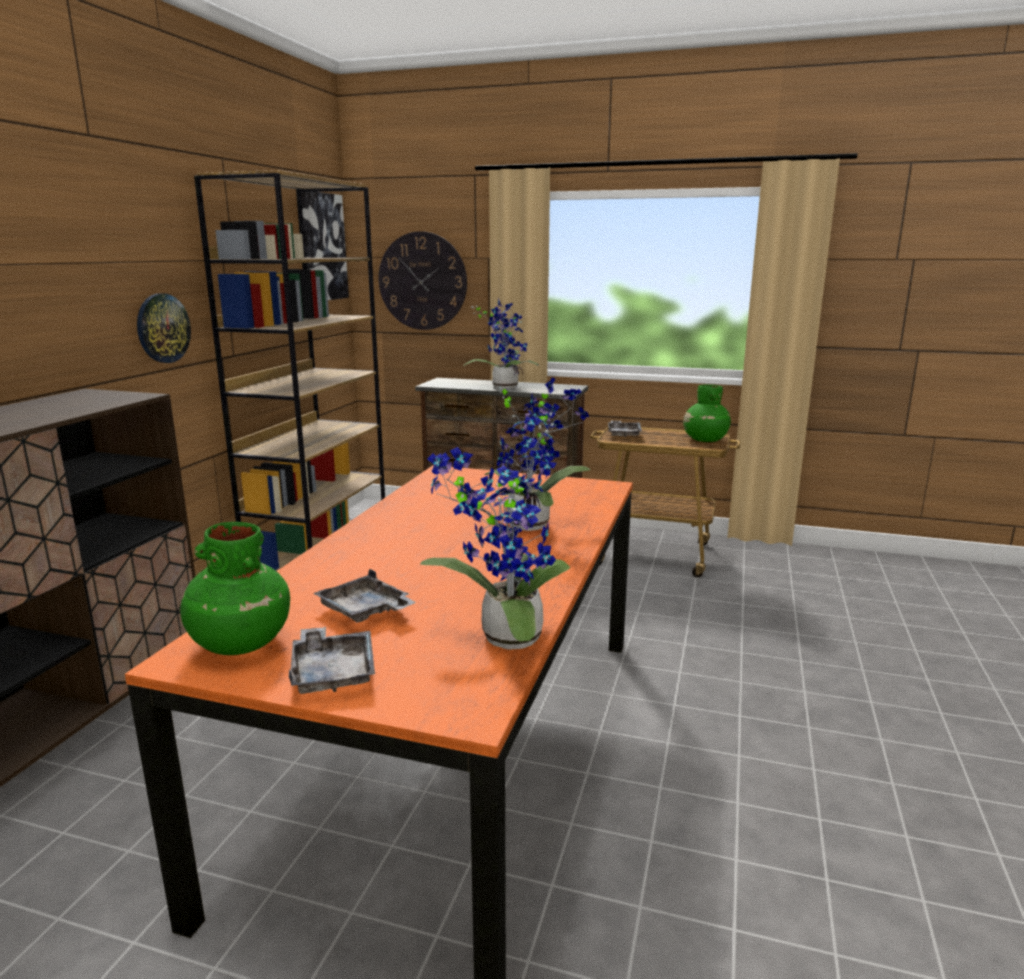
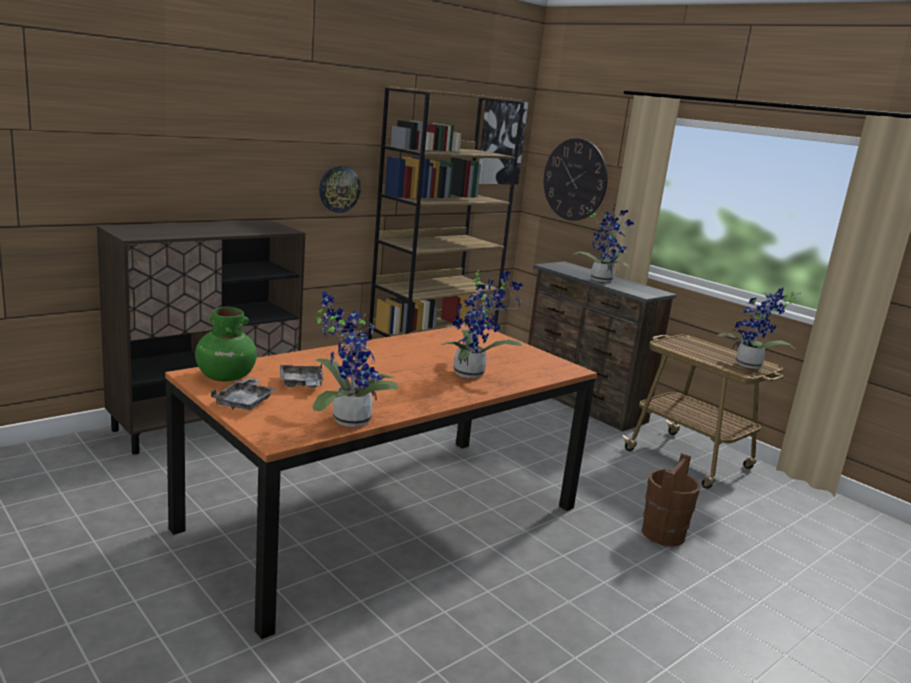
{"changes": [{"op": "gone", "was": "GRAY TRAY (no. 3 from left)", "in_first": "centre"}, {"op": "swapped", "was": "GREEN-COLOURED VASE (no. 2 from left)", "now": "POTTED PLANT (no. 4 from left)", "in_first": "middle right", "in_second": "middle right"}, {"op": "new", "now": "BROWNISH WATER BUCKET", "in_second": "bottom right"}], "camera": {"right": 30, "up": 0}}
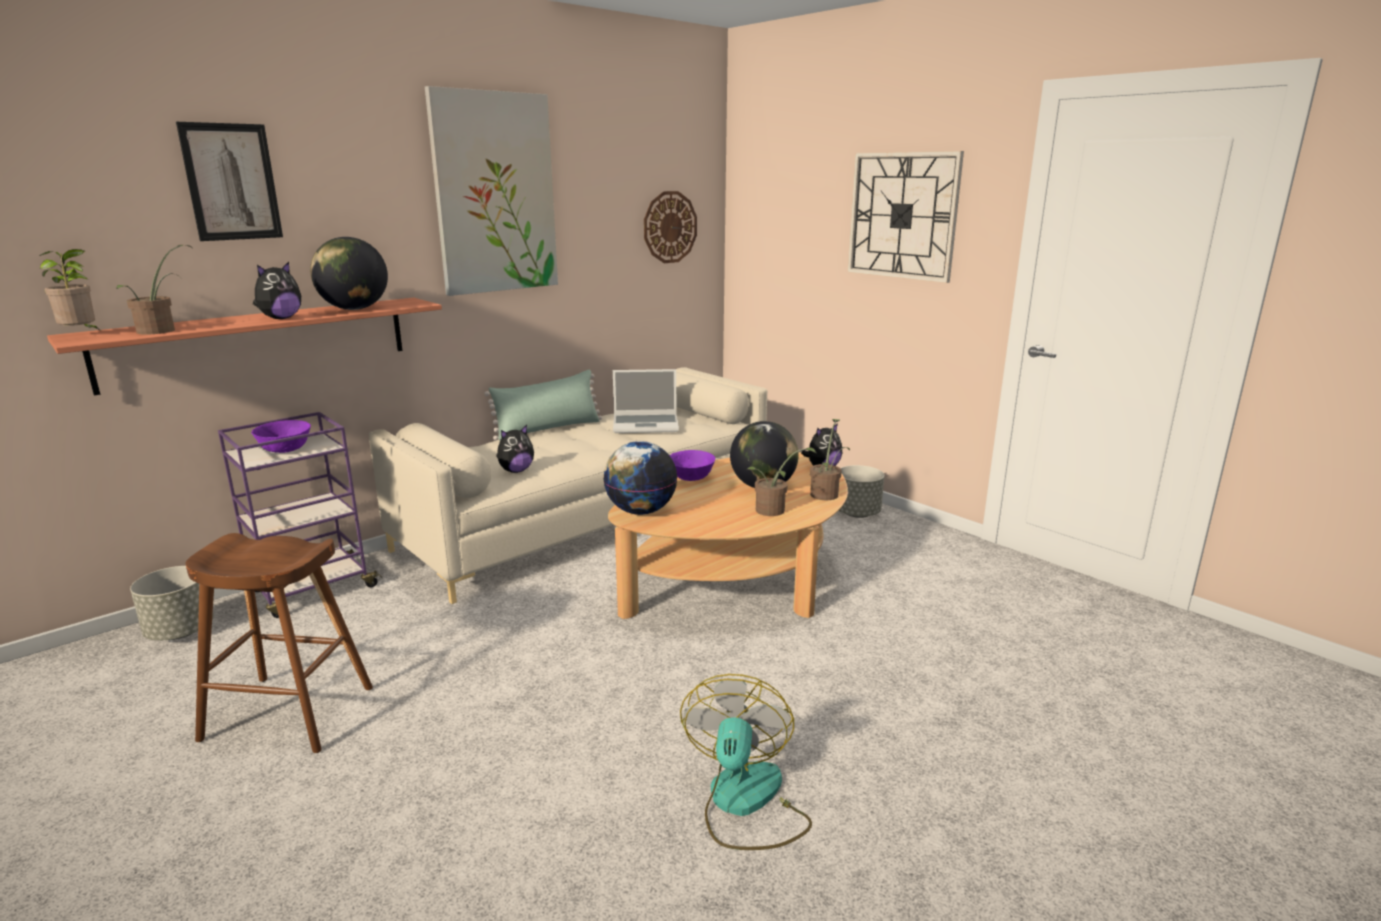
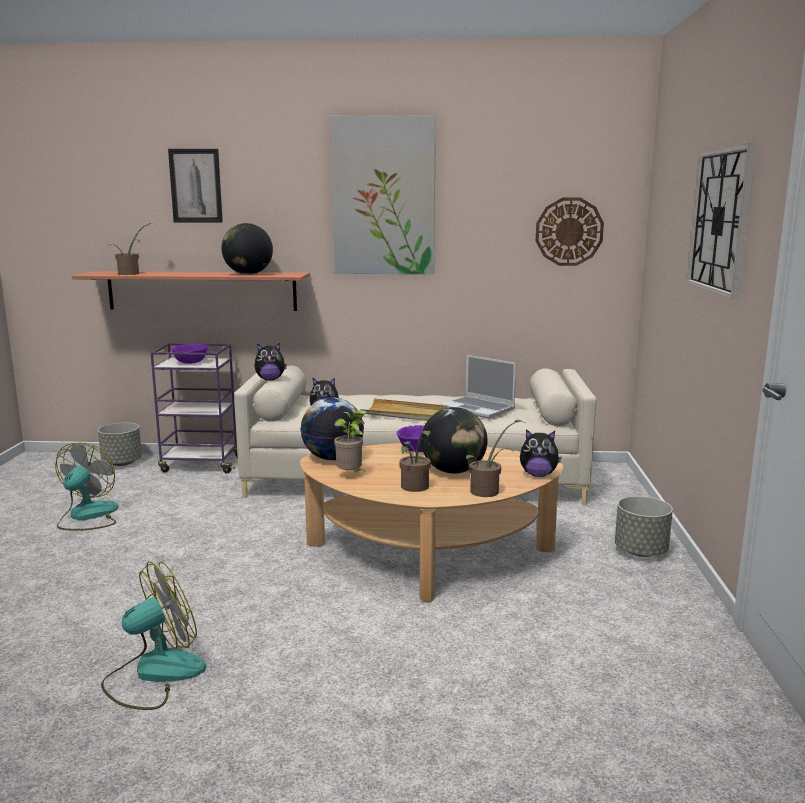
{"changes": [{"op": "shifted", "was": "POTTED PLANT (no. 1 from left in the first image)", "now": "POTTED PLANT (no. 2 from left)", "in_first": "top left", "in_second": "centre"}, {"op": "swapped", "was": "BROWNISH STOOL", "now": "FAN (no. 1 from left)", "in_first": "bottom left", "in_second": "middle left"}, {"op": "shifted", "was": "PLUSH TOY (no. 1 from left)", "in_first": "top left", "in_second": "centre"}, {"op": "gone", "was": "GREEN-COLOURED CUSHION", "in_first": "centre"}, {"op": "new", "now": "SAND-COLOURED TRAY", "in_second": "centre"}], "camera": {"right": 45, "up": -5}}
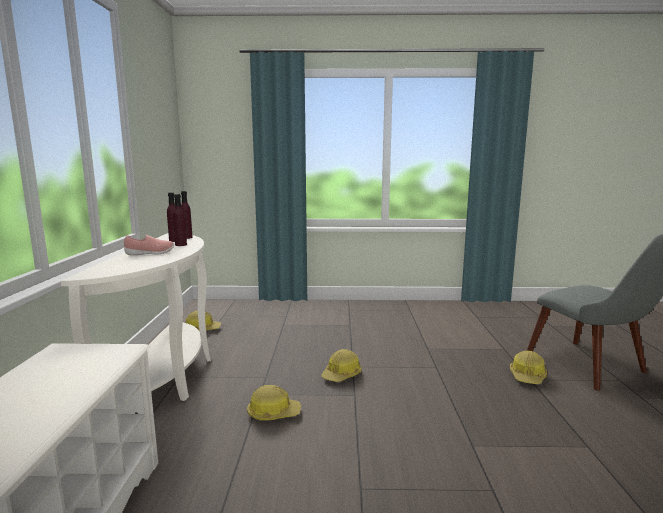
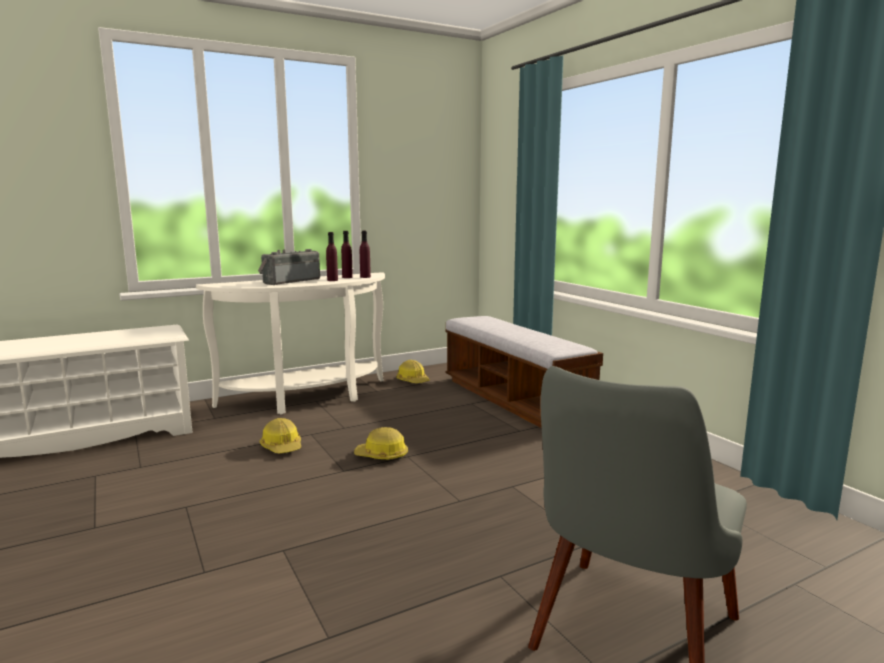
{"changes": [{"op": "swapped", "was": "PINKISH LOW SHOE", "now": "RADIO SET", "in_first": "middle left", "in_second": "middle left"}, {"op": "gone", "was": "WORK HELMET (no. 4 from left)", "in_first": "bottom right"}, {"op": "new", "now": "INDOOR BENCH", "in_second": "centre"}], "camera": {"right": 60, "up": 0}}
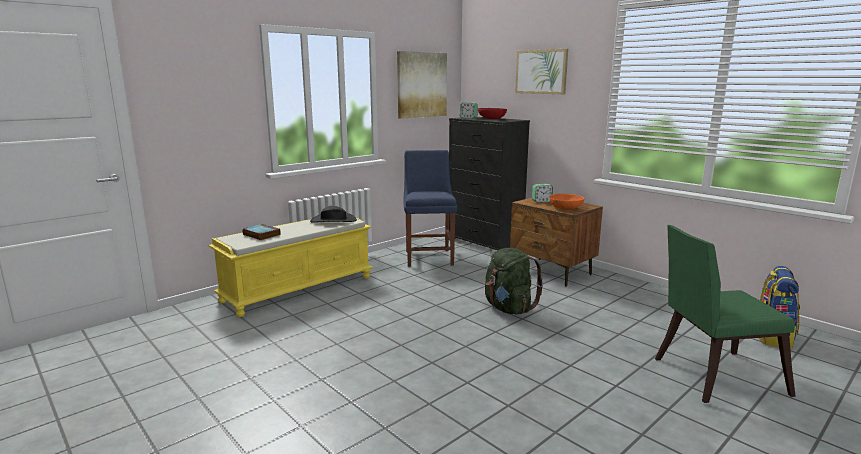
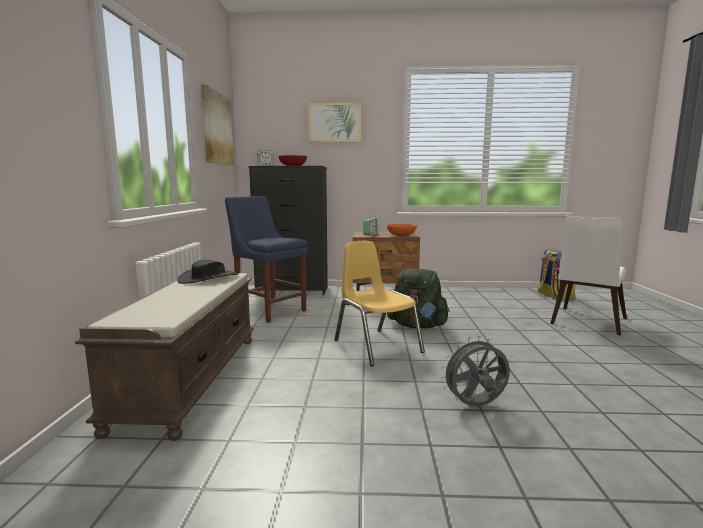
{"changes": [{"op": "repainted", "was": "YELLOW-COLOURED INDOOR BENCH", "now": "BROWNISH INDOOR BENCH", "in_first": "centre", "in_second": "bottom left"}, {"op": "gone", "was": "BOOK", "in_first": "middle left"}, {"op": "repainted", "was": "GREEN-COLOURED CHAIR", "now": "WHITE-COLOURED CHAIR", "in_first": "bottom right", "in_second": "middle right"}, {"op": "new", "now": "YELLOW-COLOURED CHAIR", "in_second": "centre"}, {"op": "new", "now": "GRAY FAN", "in_second": "bottom right"}], "camera": {"right": -45, "up": -5}}
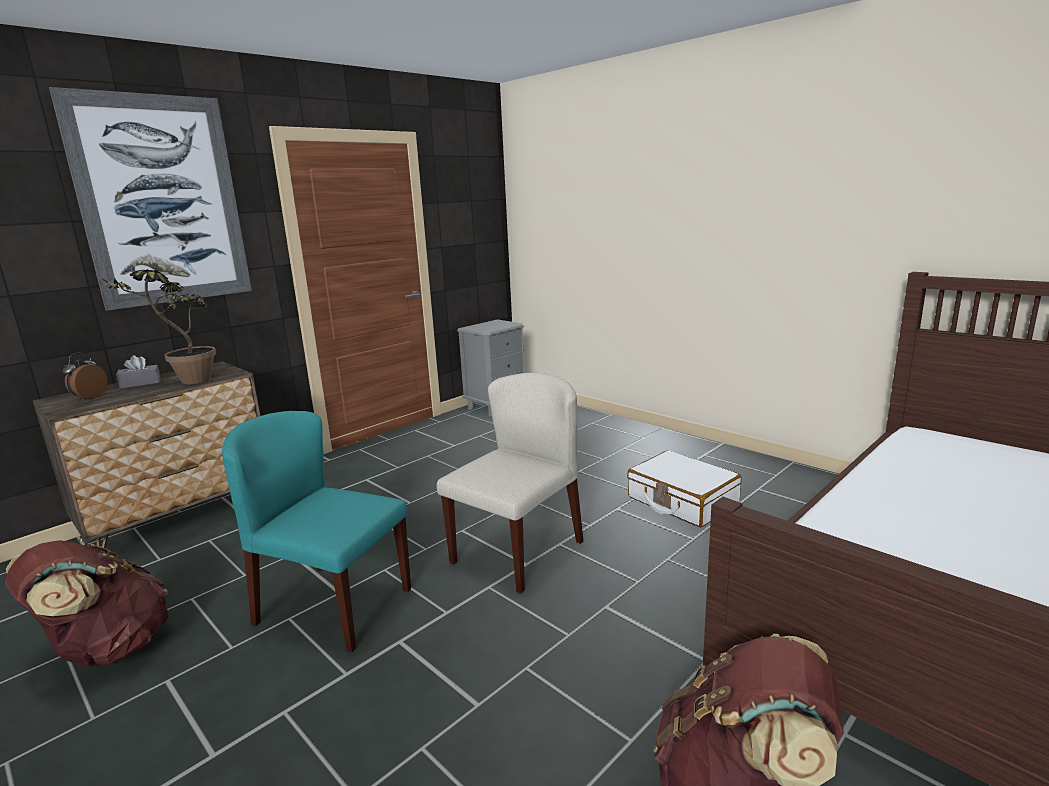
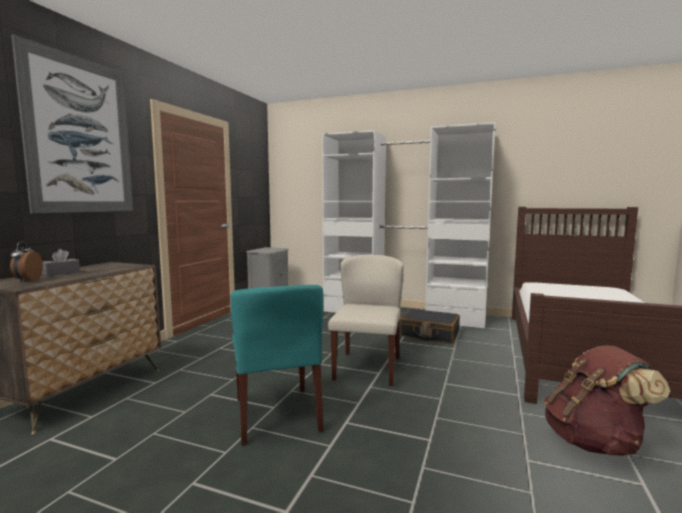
{"changes": [{"op": "gone", "was": "BROWNISH BACKPACK (no. 1 from left)", "in_first": "bottom left"}, {"op": "gone", "was": "POTTED PLANT", "in_first": "middle left"}, {"op": "rotated", "was": "BLUE-GREEN CHAIR", "in_first": "bottom left", "in_second": "bottom centre", "clockwise": -105}, {"op": "repainted", "was": "WHITE-COLOURED SUITCASE", "now": "BLACKISH SUITCASE", "in_first": "centre", "in_second": "centre"}, {"op": "new", "now": "WHITE-COLOURED CLOTHES CUPBOARD", "in_second": "centre"}], "camera": {"right": -25, "up": -10}}
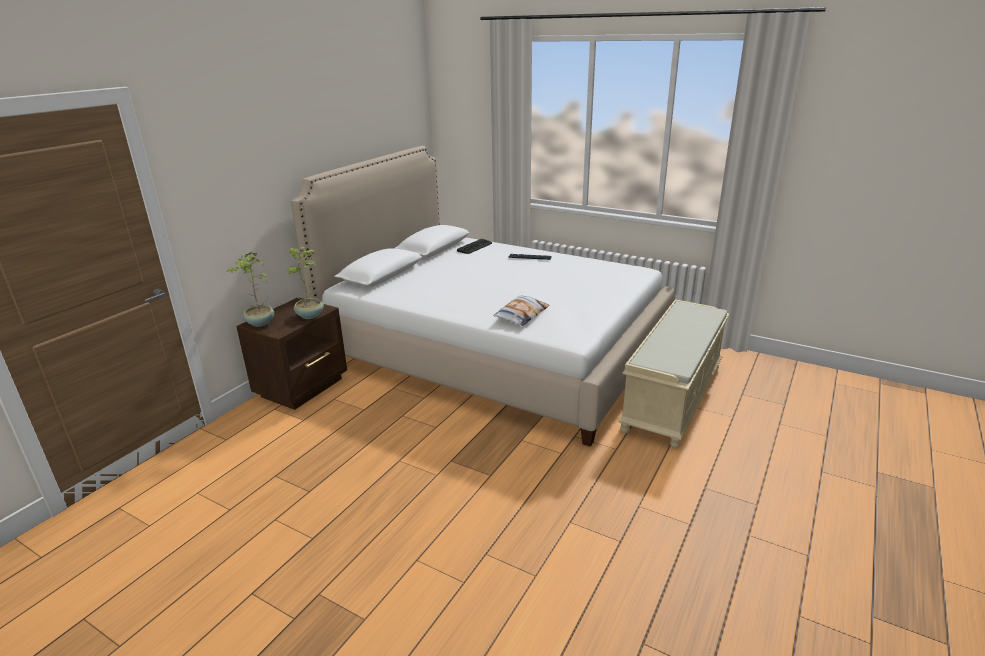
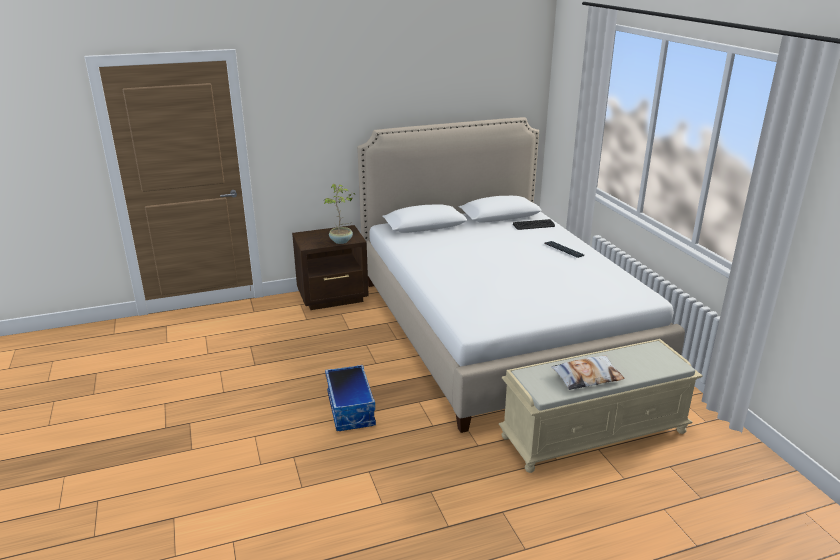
{"changes": [{"op": "gone", "was": "POTTED PLANT (no. 1 from left)", "in_first": "middle left"}, {"op": "shifted", "was": "CUSHION", "in_first": "centre", "in_second": "middle right"}, {"op": "new", "now": "STORAGE BOX", "in_second": "bottom centre"}], "camera": {"right": 40, "up": 0}}
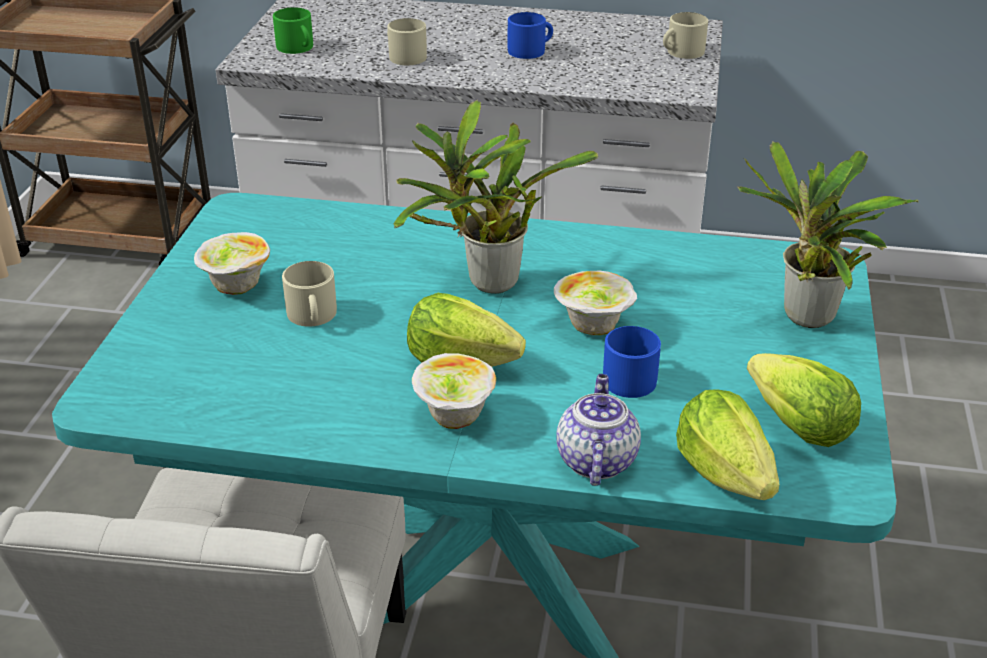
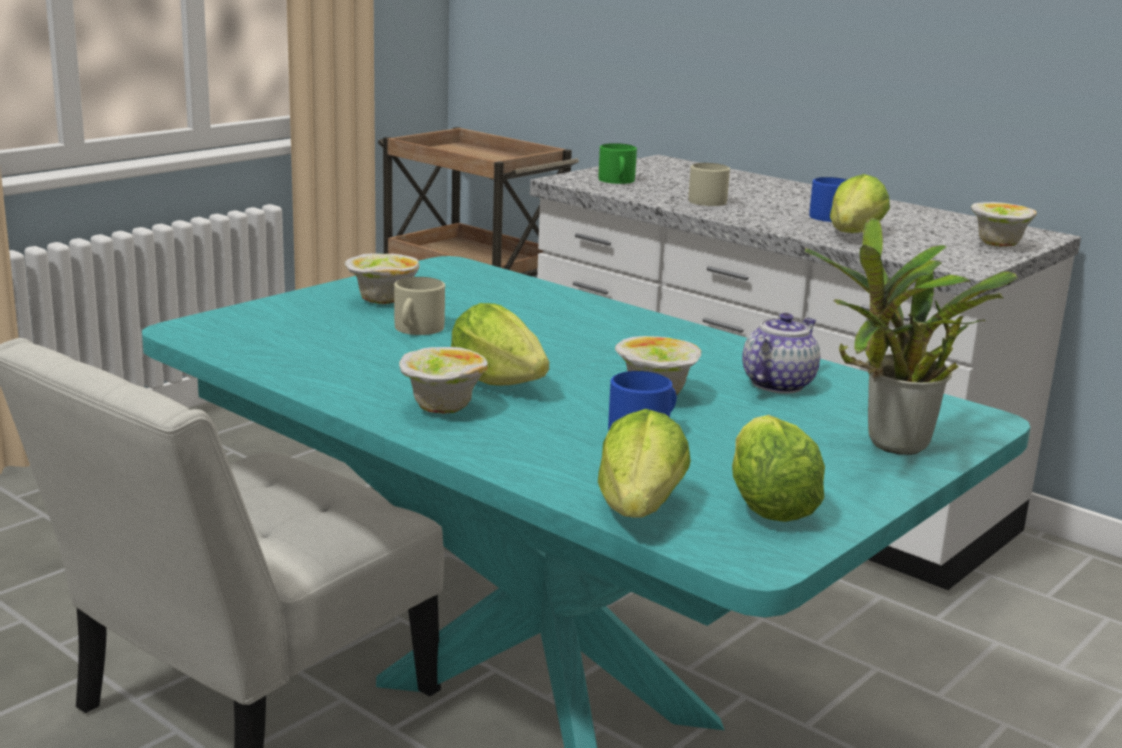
{"changes": [{"op": "gone", "was": "POTTED PLANT (no. 1 from left)", "in_first": "top centre"}, {"op": "shifted", "was": "POT FOR TEA", "in_first": "centre", "in_second": "middle right"}, {"op": "swapped", "was": "SAND-COLOURED MUG (no. 3 from left)", "now": "SERVING BOWL (no. 4 from left)", "in_first": "top right", "in_second": "top right"}, {"op": "new", "now": "LETTUCE (no. 4 from left)", "in_second": "top right"}], "camera": {"right": 30, "up": -15}}
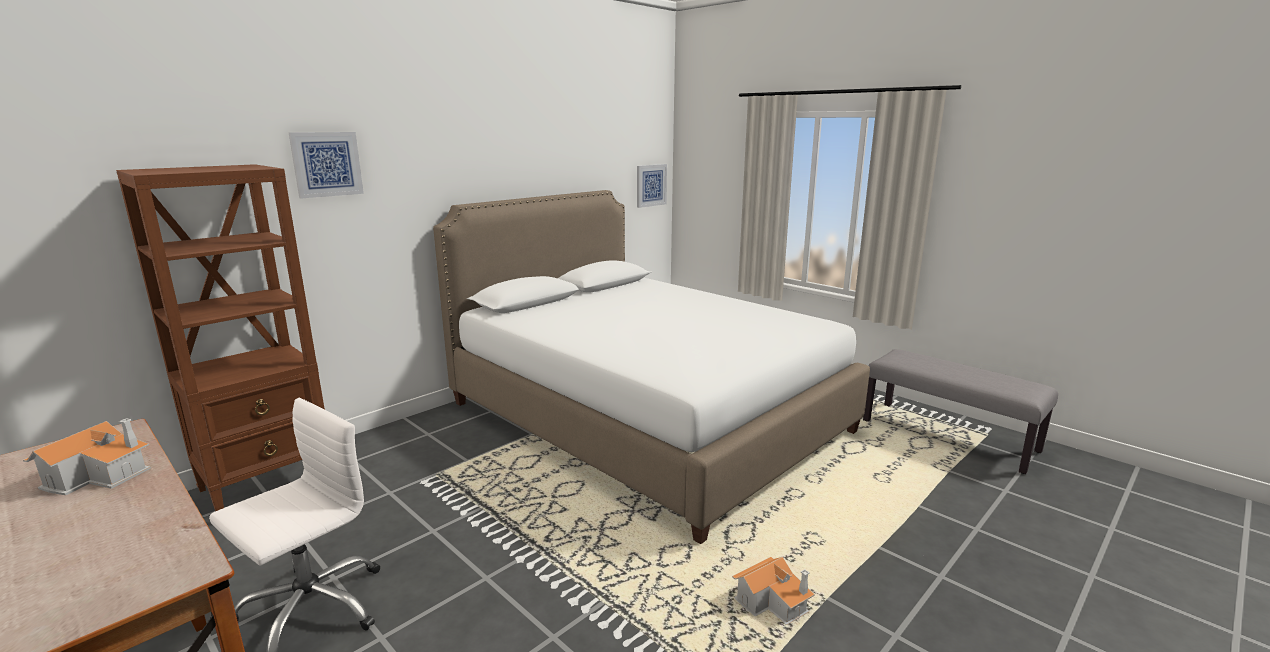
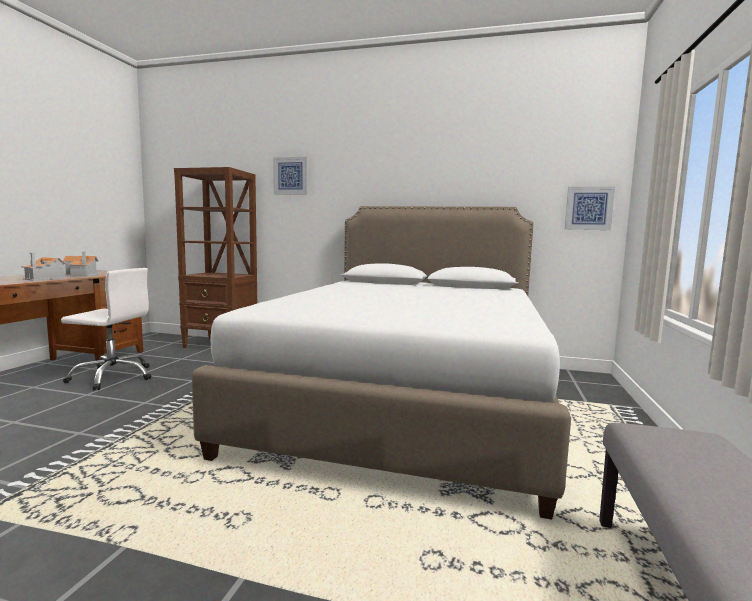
{"changes": [{"op": "shifted", "was": "MINIATURE HOUSE (no. 2 from left in the first image)", "now": "MINIATURE HOUSE (no. 1 from left)", "in_first": "bottom centre", "in_second": "middle left"}], "camera": {"right": 60, "up": -10}}
